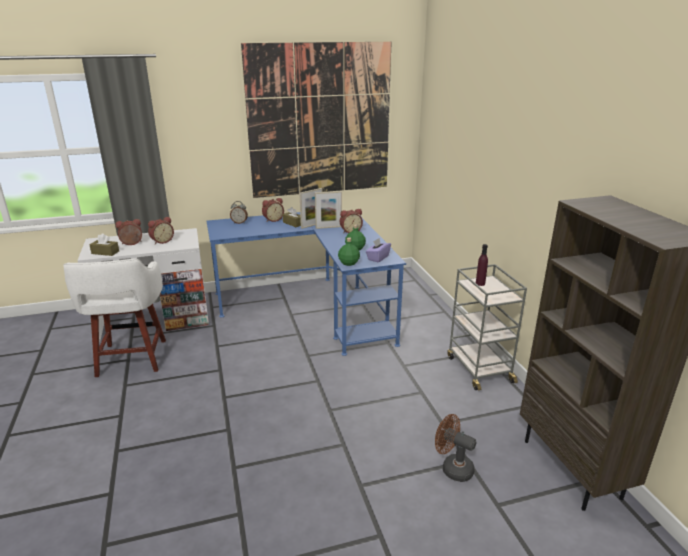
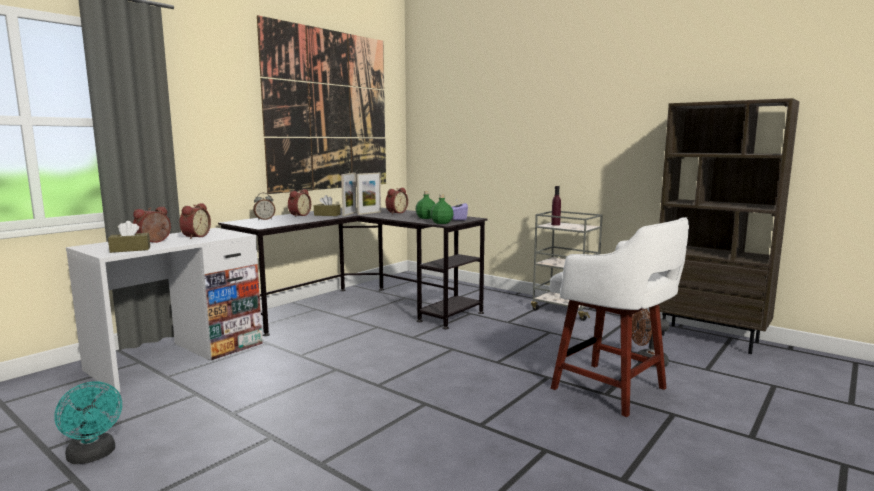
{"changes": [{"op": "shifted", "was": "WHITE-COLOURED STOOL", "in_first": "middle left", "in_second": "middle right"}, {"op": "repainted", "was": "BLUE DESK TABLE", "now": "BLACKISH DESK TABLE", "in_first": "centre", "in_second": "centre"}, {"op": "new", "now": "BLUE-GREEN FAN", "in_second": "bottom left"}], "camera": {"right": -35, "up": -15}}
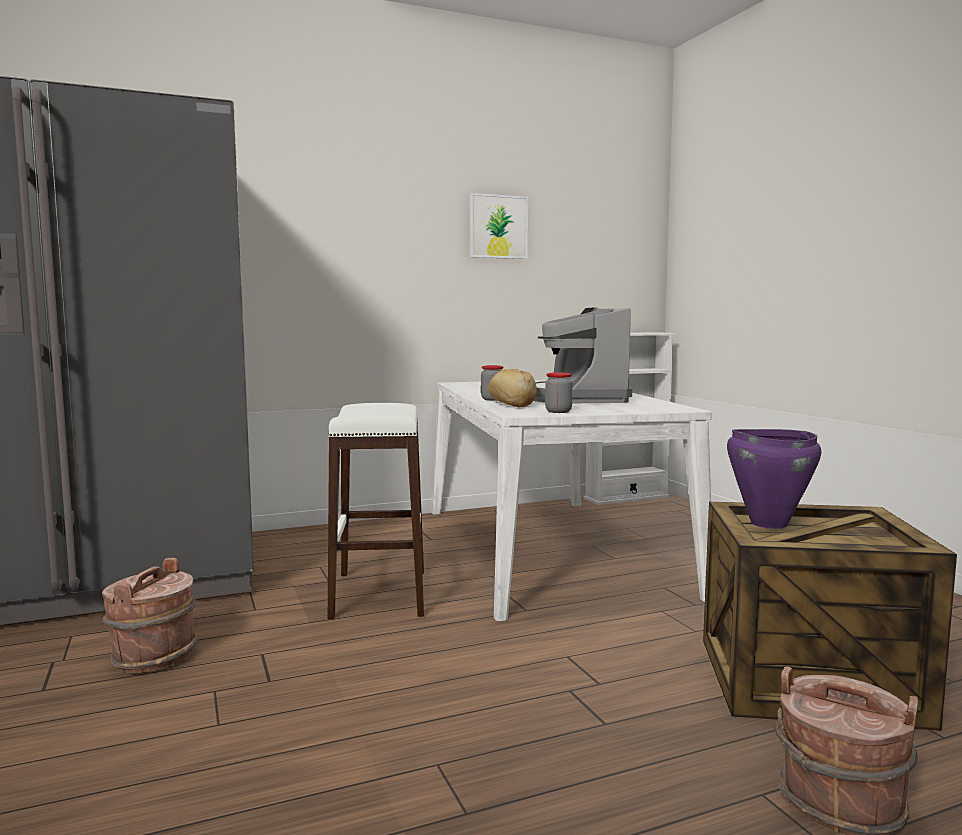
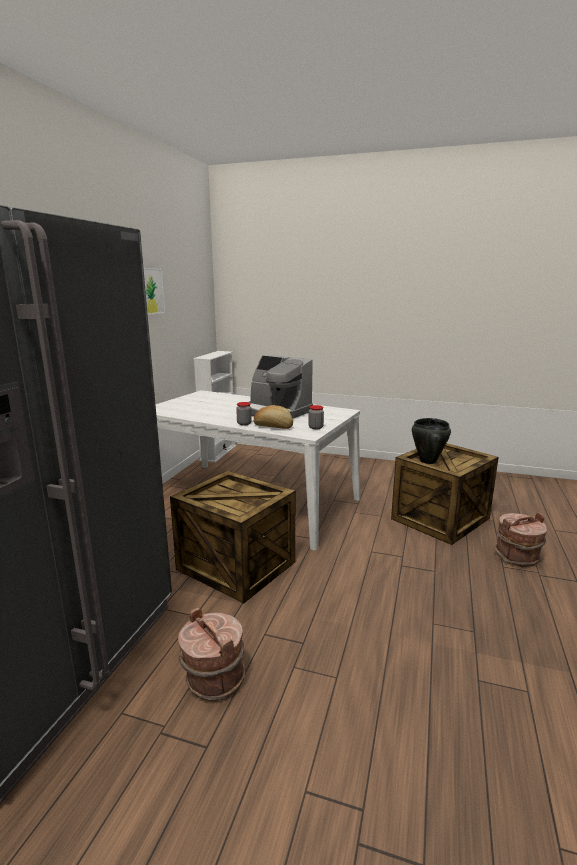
{"changes": [{"op": "swapped", "was": "WHITE-COLOURED STOOL", "now": "CRATE (no. 1 from left)", "in_first": "centre", "in_second": "centre"}, {"op": "repainted", "was": "PURPLE COOKING POT", "now": "BLACKISH COOKING POT", "in_first": "middle right", "in_second": "middle right"}], "camera": {"right": -50, "up": 10}}
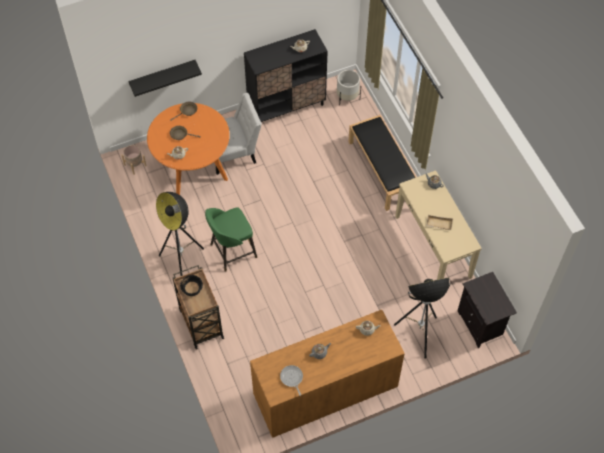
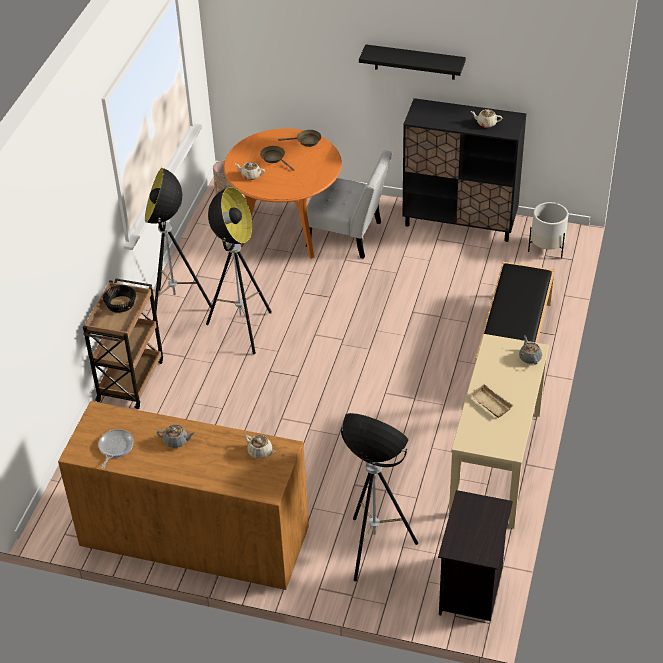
{"changes": [{"op": "shifted", "was": "BLACKISH BRACKET SHELF", "in_first": "top left", "in_second": "top centre"}, {"op": "swapped", "was": "GREEN-COLOURED STOOL", "now": "STANDARD LAMP (no. 2 from left)", "in_first": "centre", "in_second": "centre"}], "camera": {"right": 40, "up": -15}}
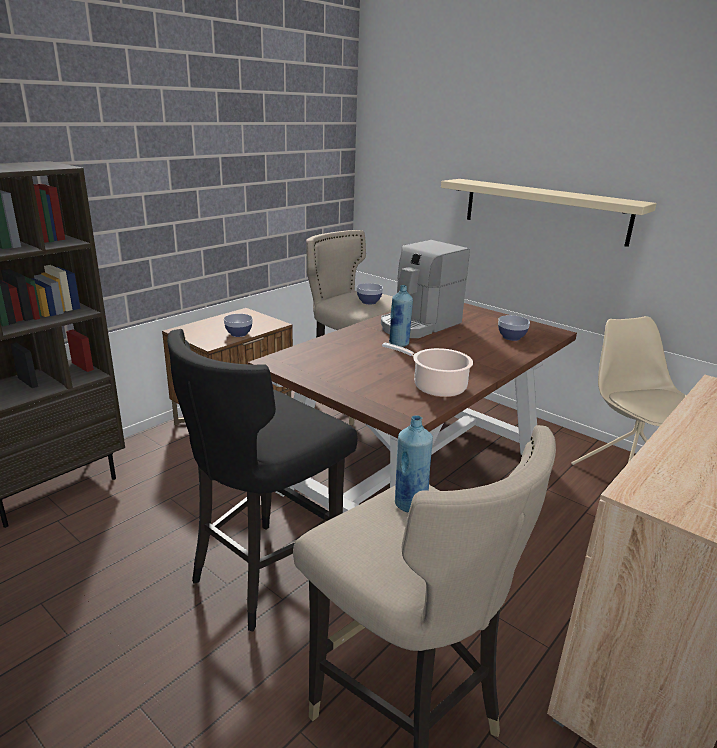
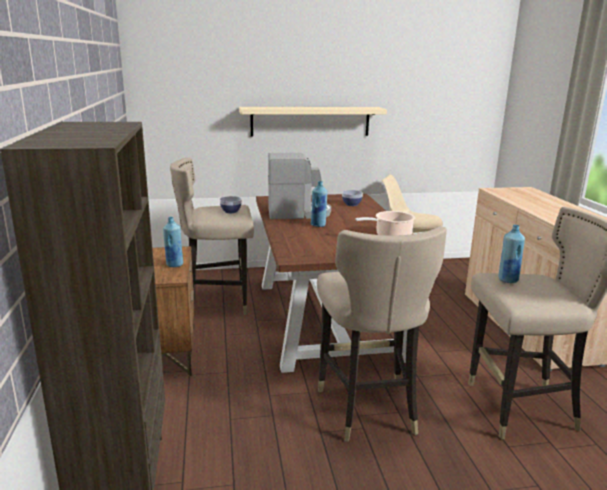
{"changes": [{"op": "repainted", "was": "BLACKISH STOOL", "now": "SAND-COLOURED STOOL (no. 2 from left)", "in_first": "centre", "in_second": "bottom centre"}, {"op": "swapped", "was": "SERVING BOWL (no. 1 from left)", "now": "BLUE BOTTLE (no. 1 from left)", "in_first": "middle left", "in_second": "middle left"}, {"op": "rotated", "was": "COFFEE MACHINE", "in_first": "centre", "in_second": "centre", "clockwise": -90}], "camera": {"right": -50, "up": -5}}
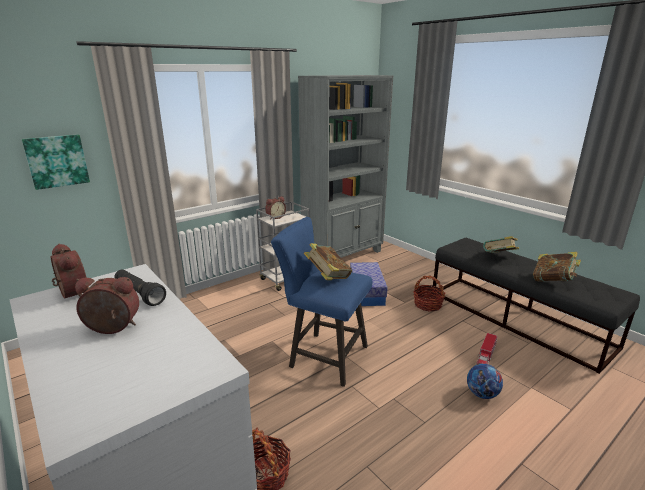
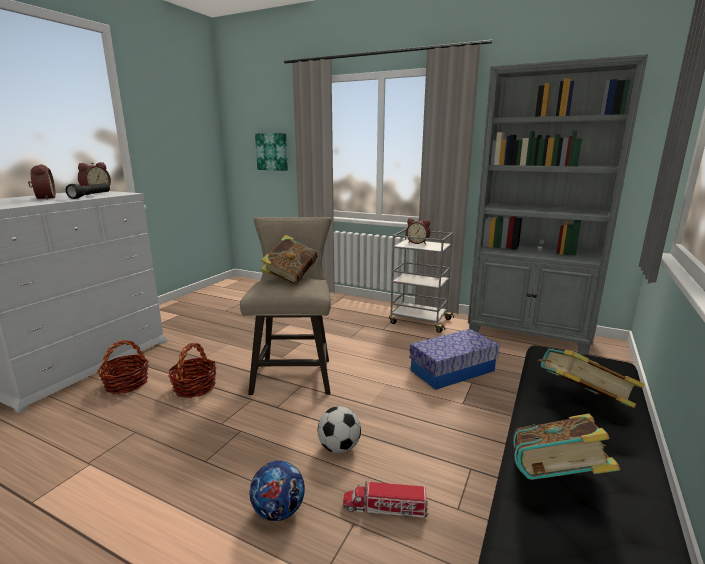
{"changes": [{"op": "repainted", "was": "BLUE STOOL", "now": "SAND-COLOURED STOOL", "in_first": "centre", "in_second": "centre"}, {"op": "shifted", "was": "STORAGE BASKET (no. 2 from left)", "in_first": "centre", "in_second": "middle left"}, {"op": "new", "now": "FOOTBALL (no. 2 from left)", "in_second": "bottom centre"}], "camera": {"right": 65, "up": -5}}
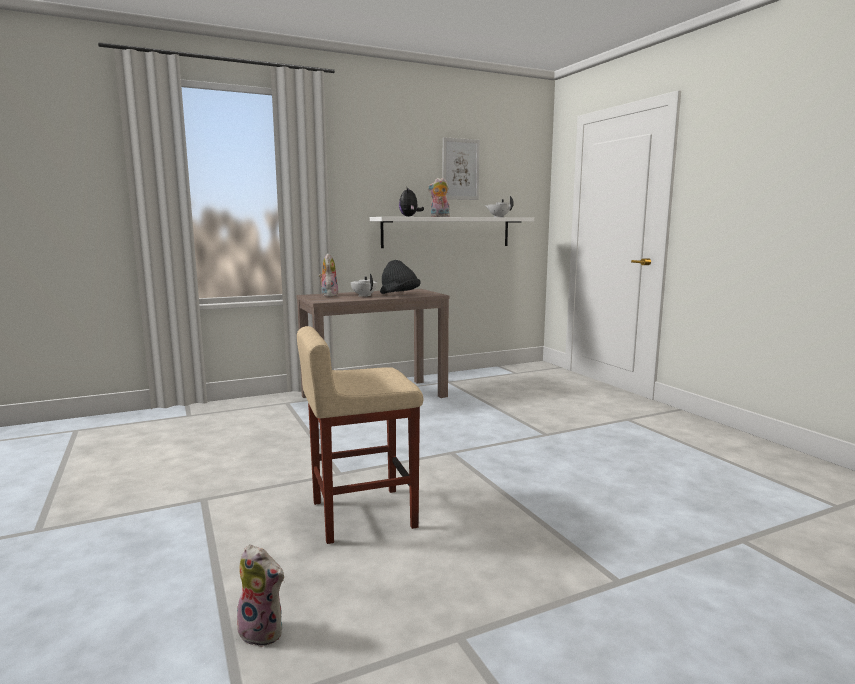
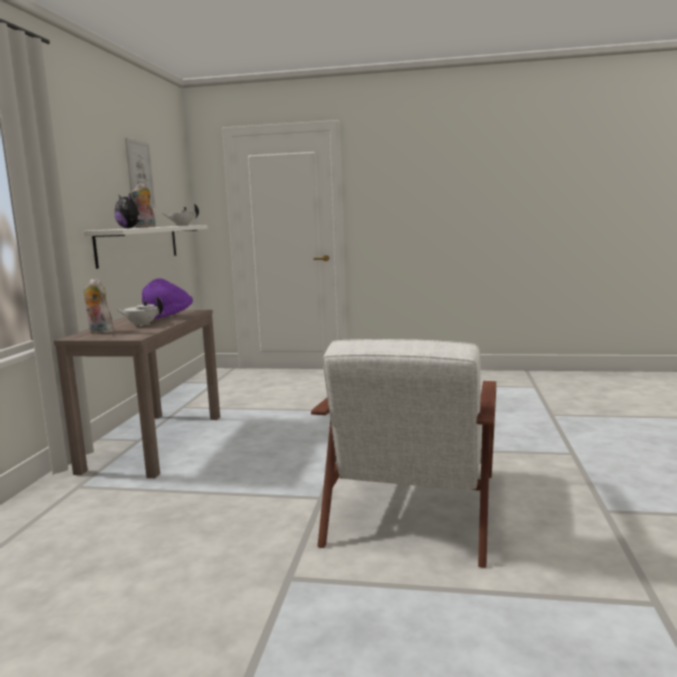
{"changes": [{"op": "gone", "was": "PLUSH TOY (no. 1 from left)", "in_first": "bottom left"}, {"op": "swapped", "was": "SAND-COLOURED STOOL", "now": "WHITE-COLOURED ARMCHAIR", "in_first": "centre", "in_second": "bottom centre"}, {"op": "repainted", "was": "BLACKISH CLOTHING HAT", "now": "PURPLE CLOTHING HAT", "in_first": "centre", "in_second": "middle left"}], "camera": {"right": -55, "up": 0}}
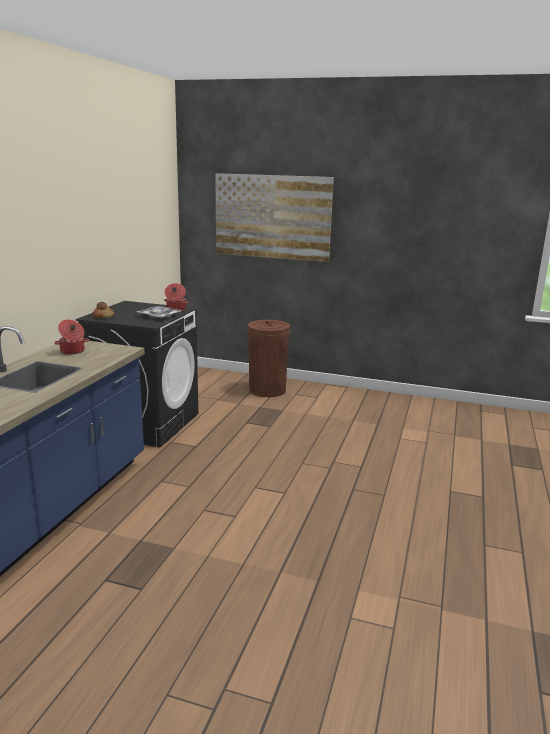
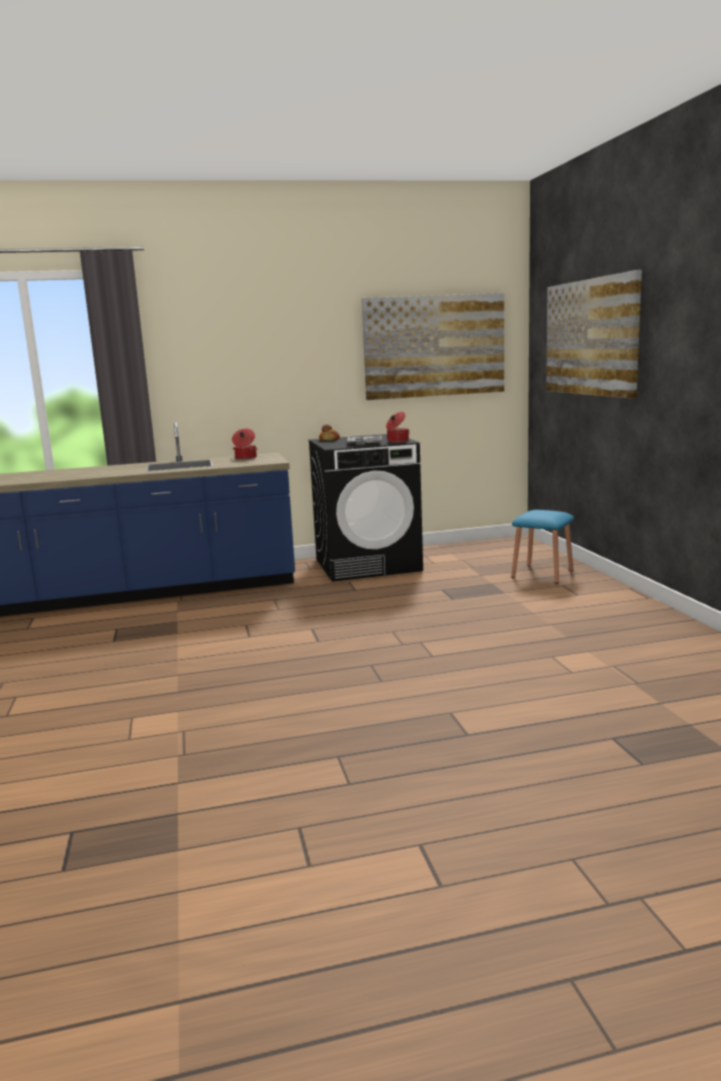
{"changes": [{"op": "swapped", "was": "BROWNISH RUBBISH BIN", "now": "BLUE STOOL", "in_first": "centre", "in_second": "middle right"}, {"op": "new", "now": "WALL PICTURE (no. 1 from left)", "in_second": "top centre"}], "camera": {"right": 60, "up": -5}}
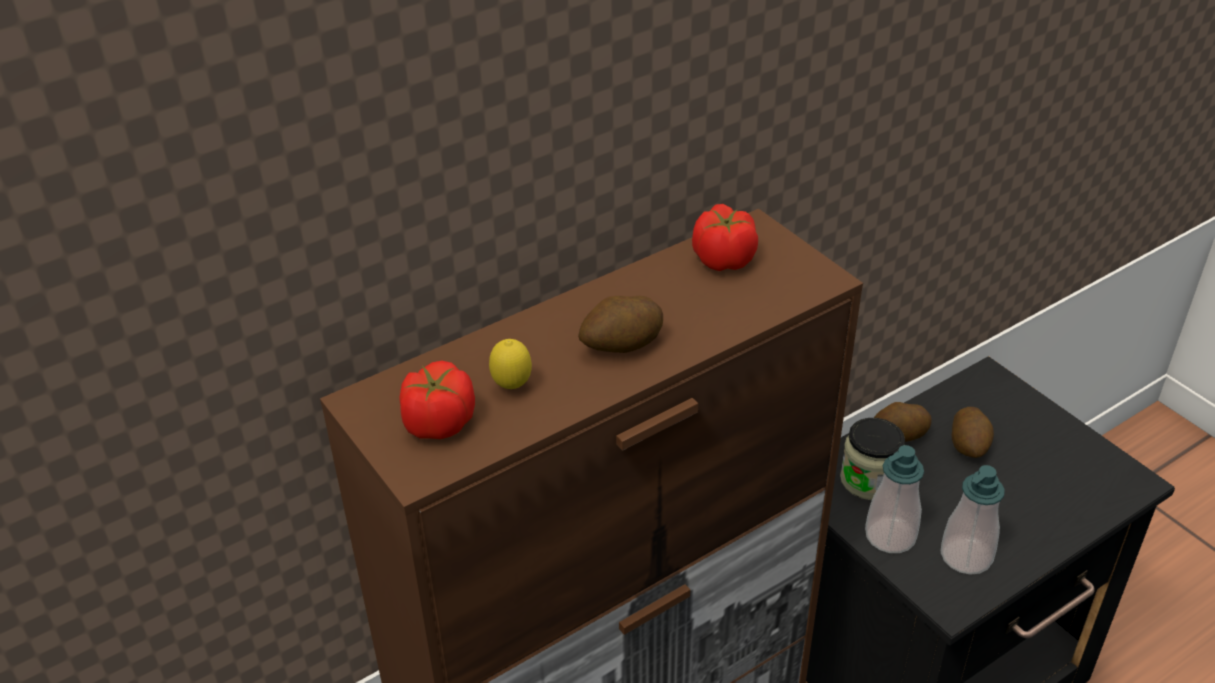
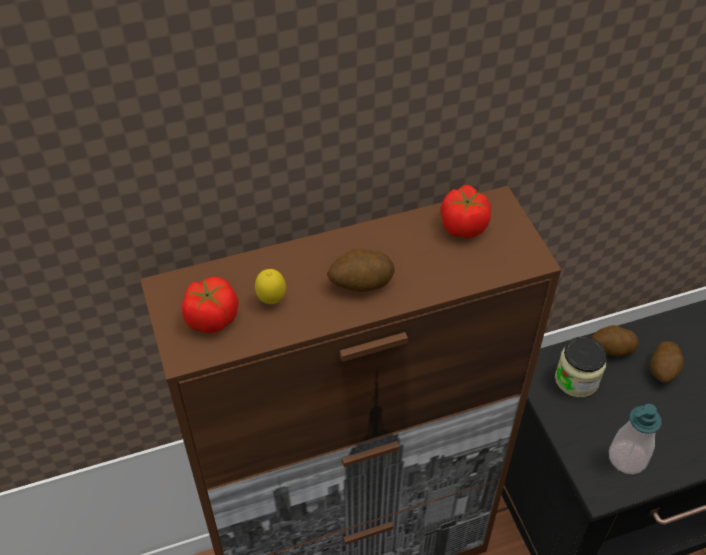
{"changes": [{"op": "gone", "was": "SOAP DISPENSER (no. 1 from left)", "in_first": "bottom right"}], "camera": {"right": 15, "up": 10}}
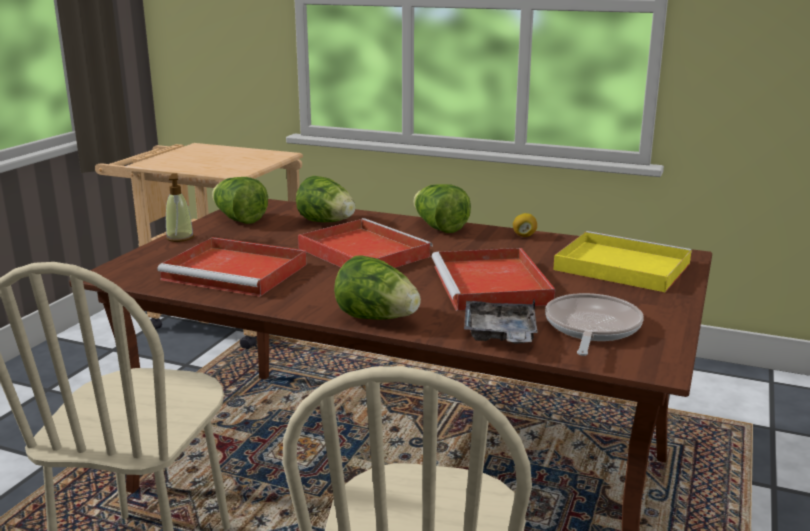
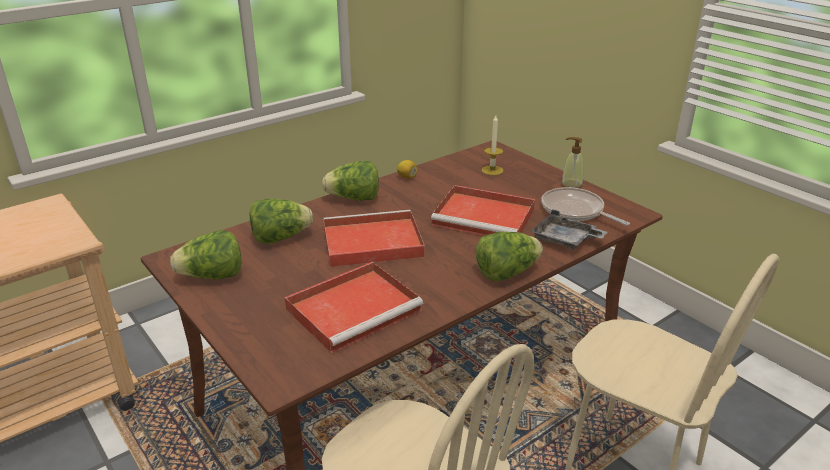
{"changes": [{"op": "shifted", "was": "SOAP DISPENSER", "in_first": "middle left", "in_second": "middle right"}, {"op": "swapped", "was": "YELLOW-COLOURED TRAY", "now": "CANDLE", "in_first": "middle right", "in_second": "top centre"}], "camera": {"right": -60, "up": 10}}
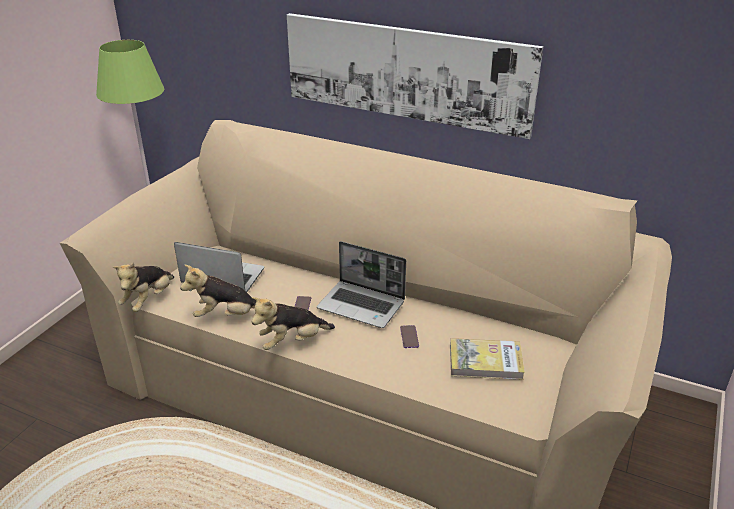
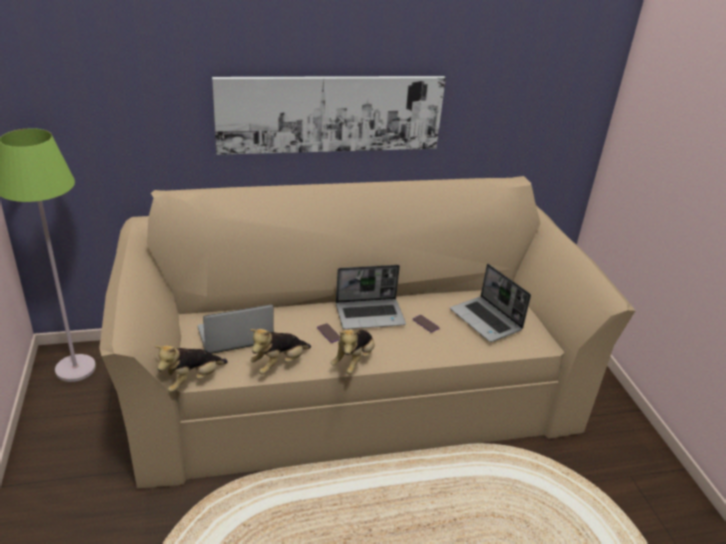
{"changes": [{"op": "rotated", "was": "PLUSH TOY (no. 1 from left)", "in_first": "middle left", "in_second": "bottom left", "clockwise": 60}, {"op": "swapped", "was": "BOOK", "now": "NOTEBOOK COMPUTER (no. 3 from left)", "in_first": "bottom centre", "in_second": "middle right"}], "camera": {"right": -40, "up": 0}}
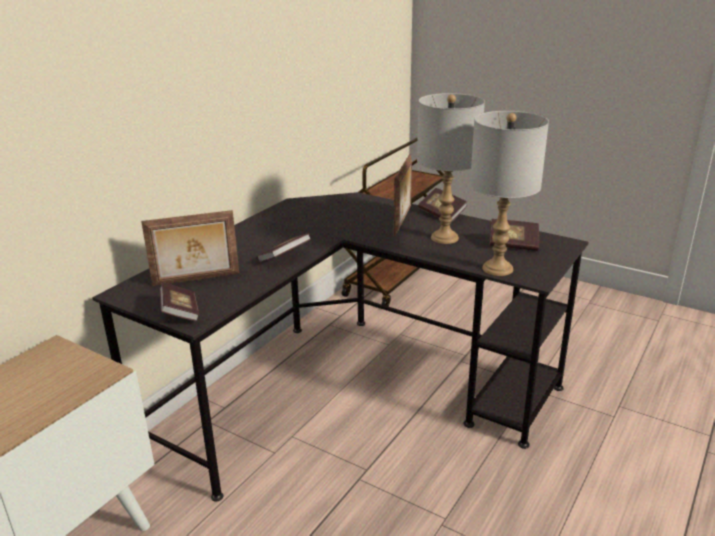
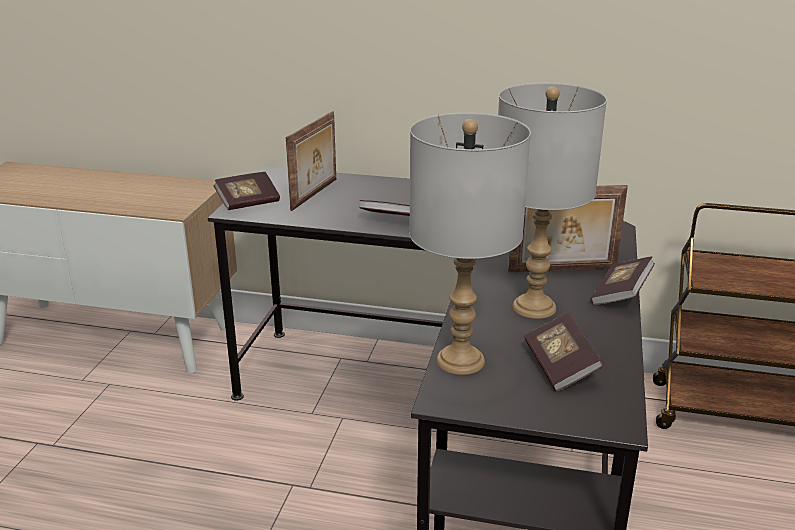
{"changes": [{"op": "rotated", "was": "PICTURE FRAME (no. 1 from left)", "in_first": "middle left", "in_second": "top centre", "clockwise": -120}], "camera": {"right": 70, "up": 0}}
